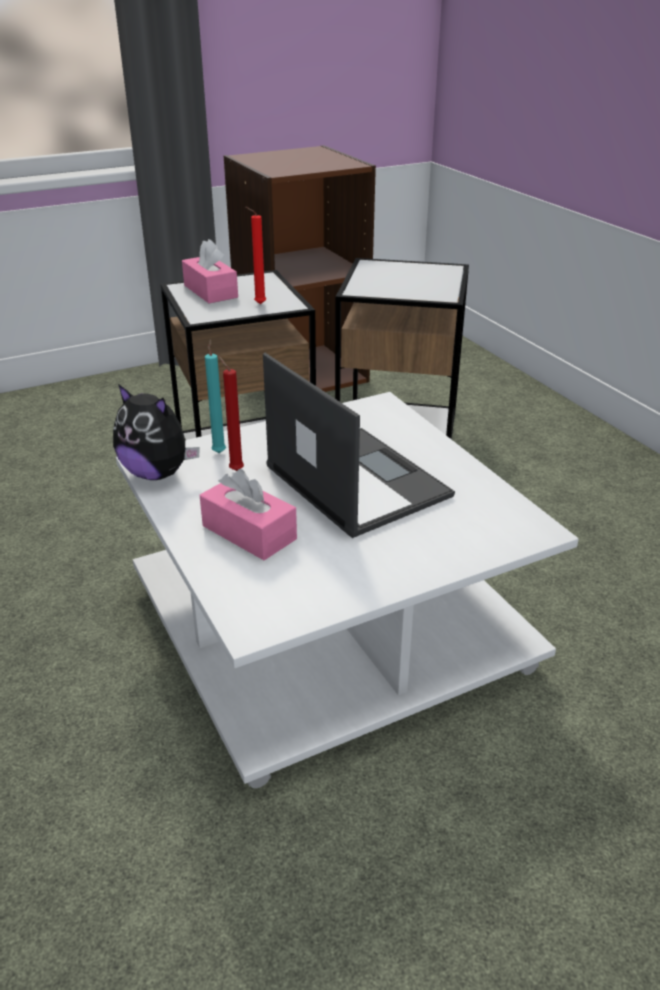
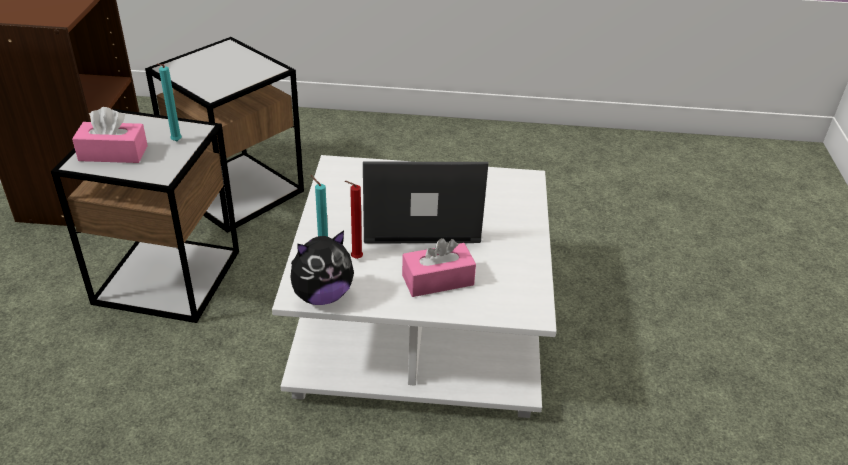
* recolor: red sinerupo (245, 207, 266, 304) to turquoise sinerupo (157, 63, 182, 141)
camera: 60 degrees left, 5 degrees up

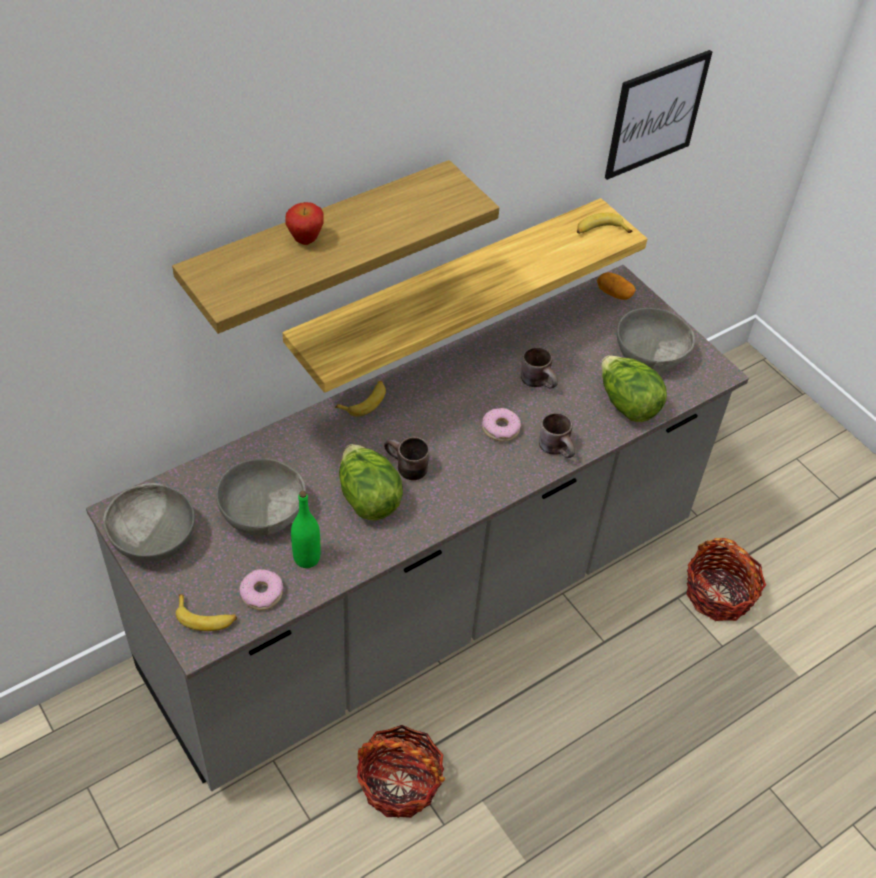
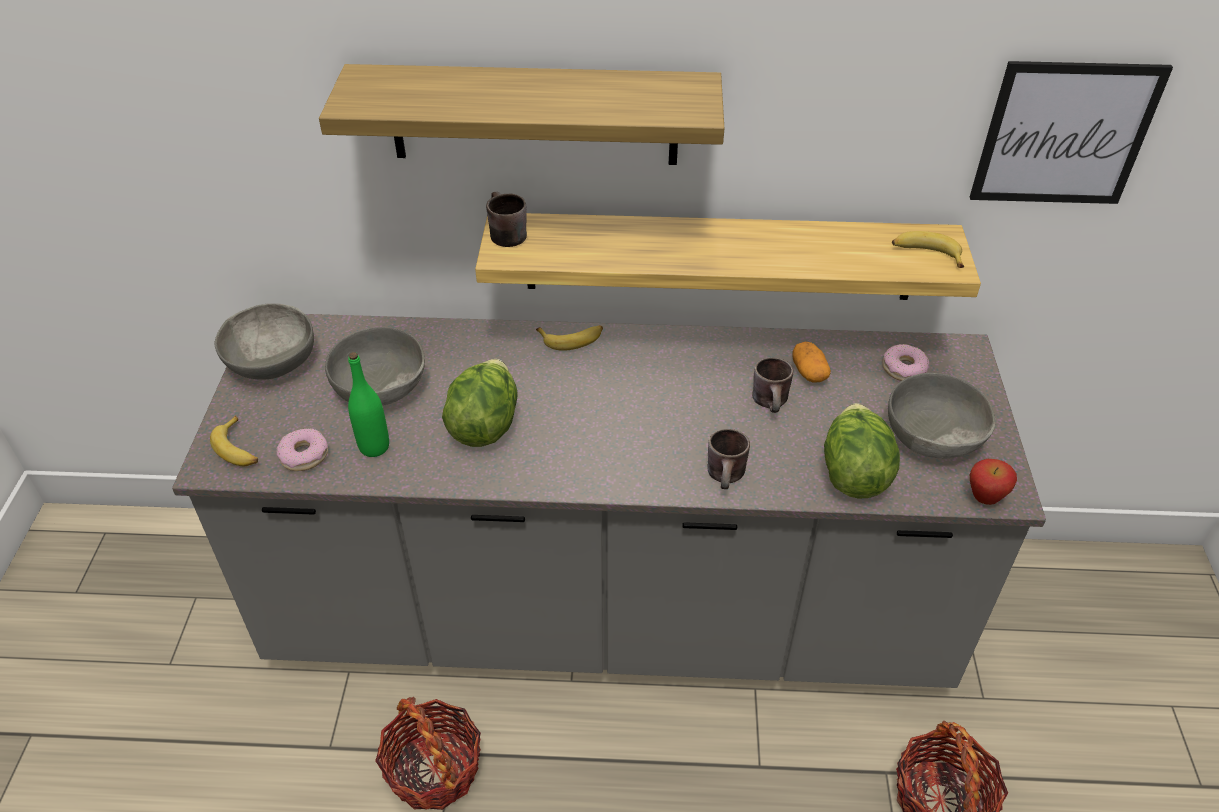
* move: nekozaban (286, 202, 324, 245) to (970, 459, 1017, 505)
* move: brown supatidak (384, 437, 430, 480) to (486, 192, 527, 247)
* move: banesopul (482, 408, 521, 442) to (882, 344, 929, 381)
* move: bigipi (597, 272, 636, 300) to (792, 342, 831, 383)
camera: 40 degrees right, 5 degrees down

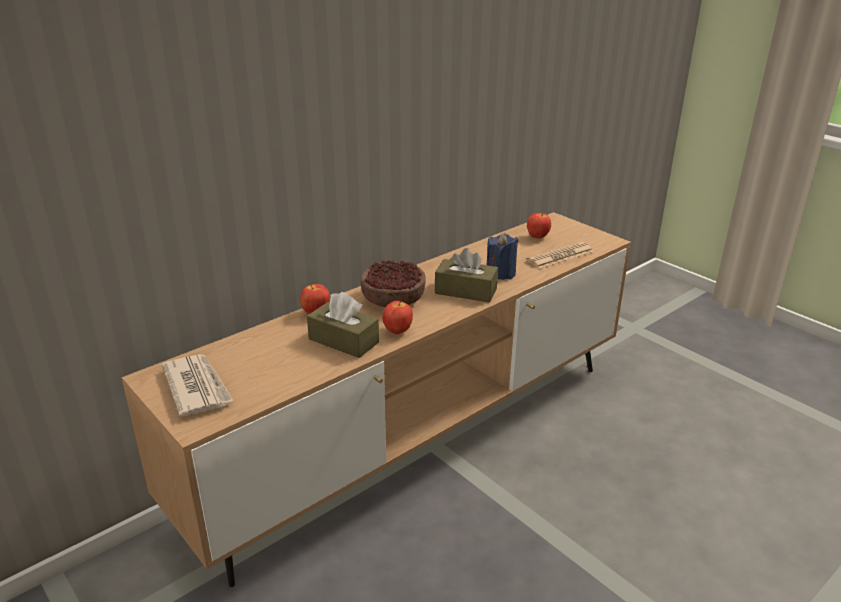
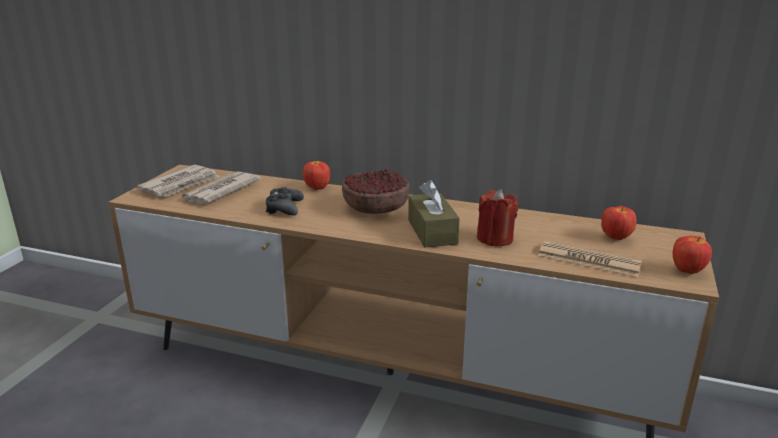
* insert: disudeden (180, 171, 260, 204)
* move: nekozaban (382, 301, 413, 334) to (673, 236, 712, 274)
* replace: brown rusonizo (307, 292, 379, 358) to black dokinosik (266, 187, 304, 216)
* recolor: blue sinerupo (487, 233, 518, 280) to red sinerupo (477, 189, 518, 246)
camera: 60 degrees right, 5 degrees down

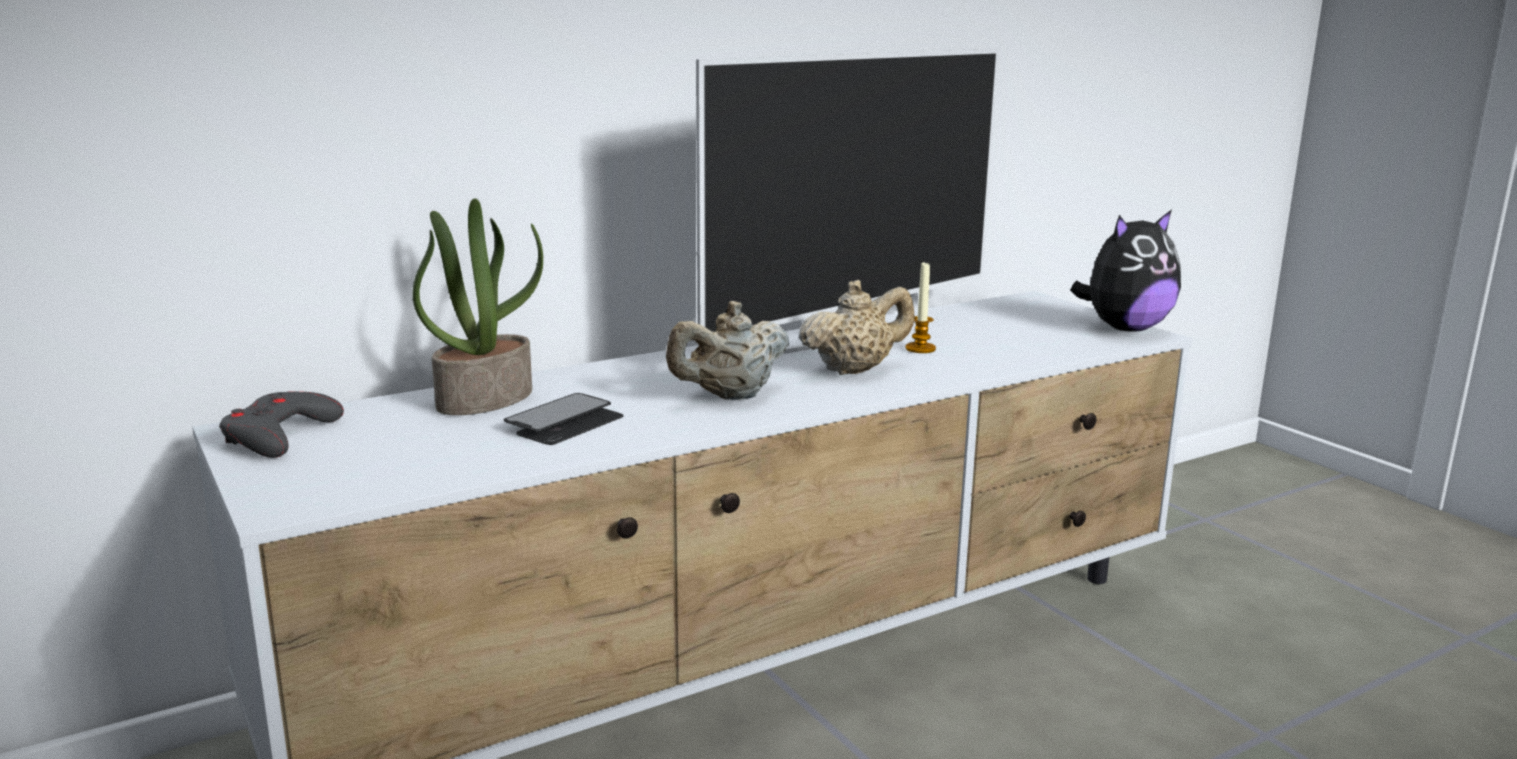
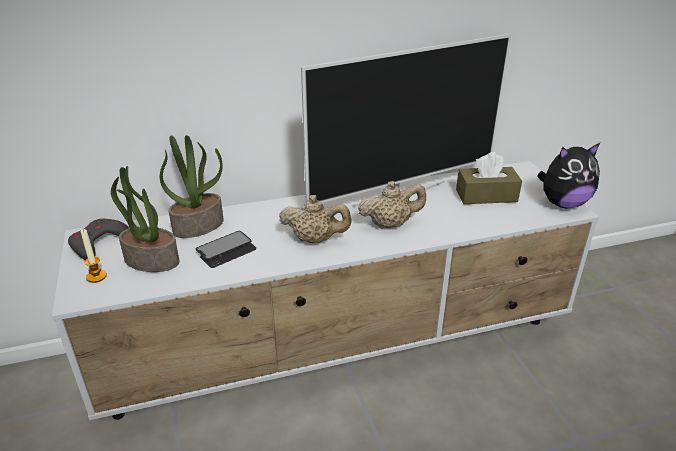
* insert: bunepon (111, 166, 179, 272)
* insert: brown rusonizo (456, 152, 522, 204)
* move: sinerupo (906, 261, 936, 353) to (81, 229, 107, 283)
* rotate: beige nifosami (666, 301, 789, 400) = (279, 195, 352, 243) 150 degrees counterclockwise
camera: 15 degrees right, 15 degrees up

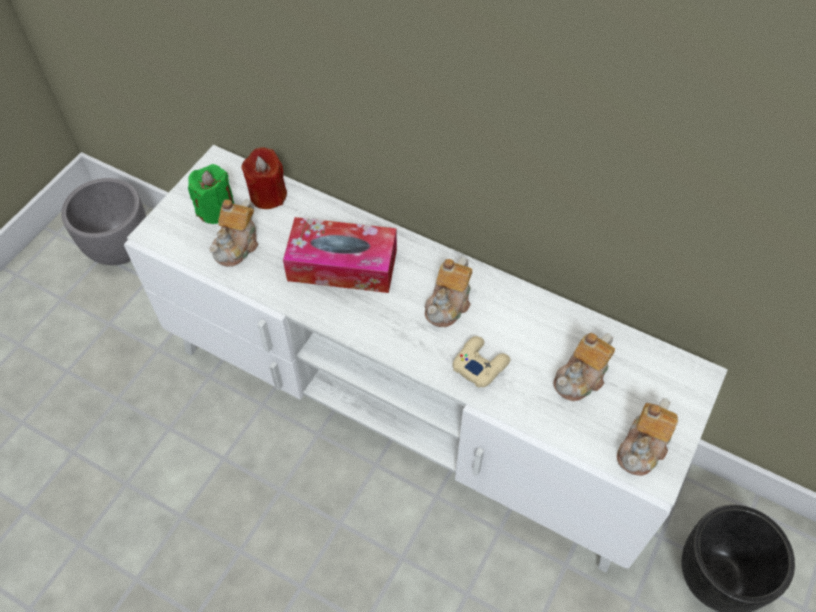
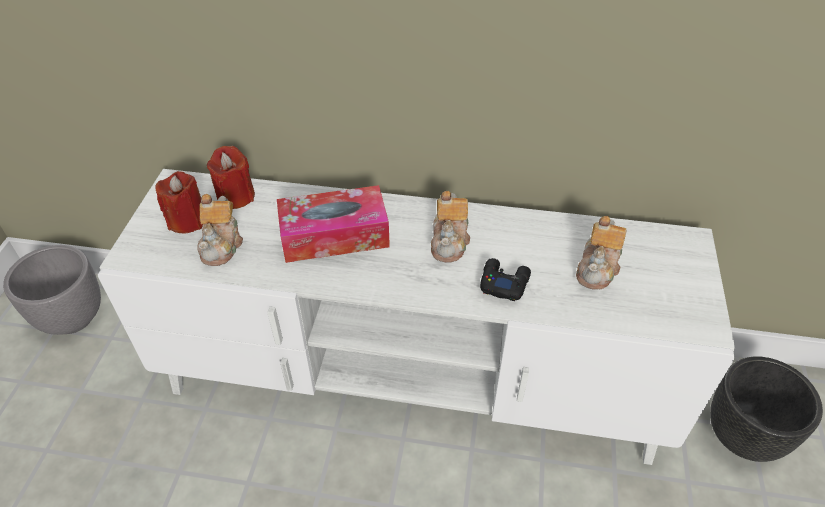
* delete: nifosami (617, 398, 678, 476)
* recolor: green sinerupo (188, 164, 234, 224) to red sinerupo (155, 171, 203, 234)
* recolor: beige dokinosik (453, 336, 511, 388) to black dokinosik (480, 258, 531, 301)
camera: 20 degrees left, 10 degrees down

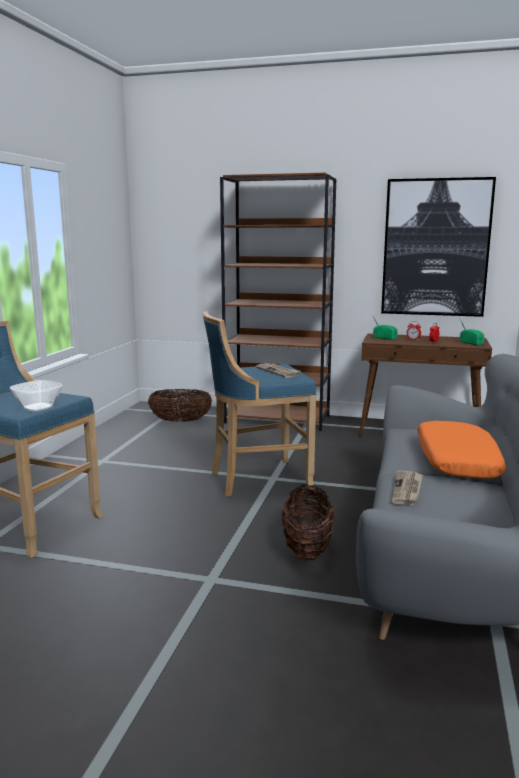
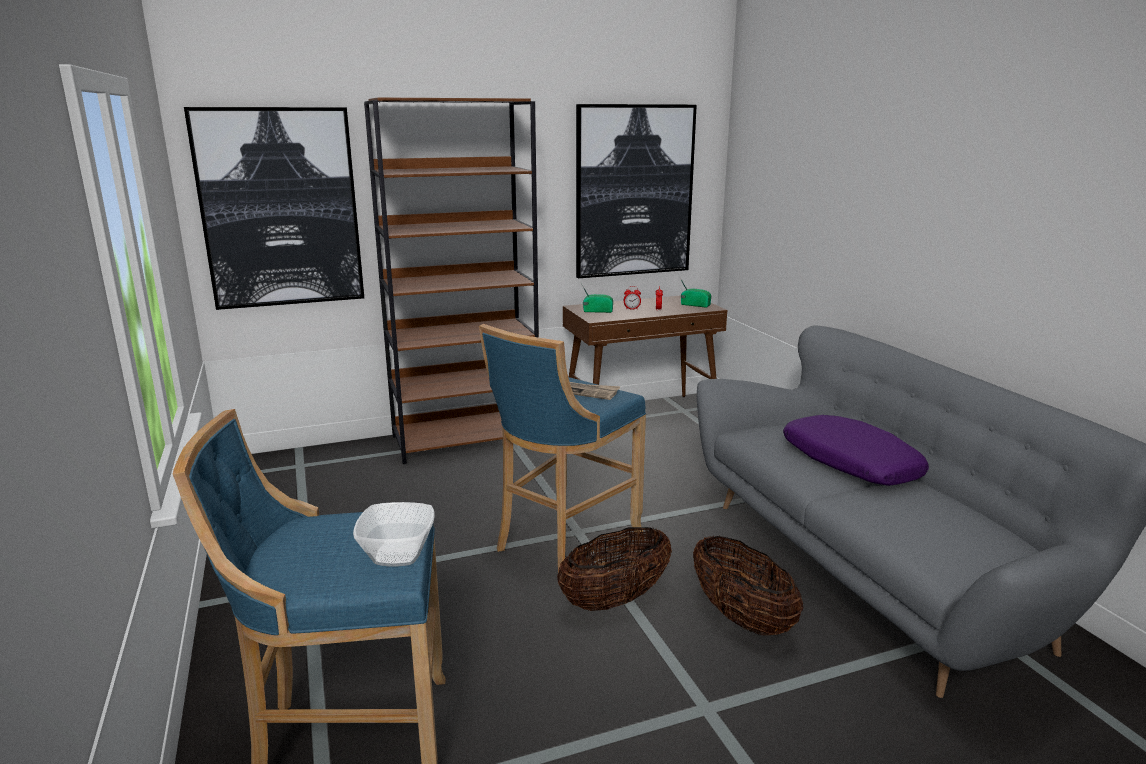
* delete: disudeden (391, 471, 423, 505)
* insert: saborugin (184, 107, 364, 310)
* move: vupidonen (148, 389, 212, 422) to (557, 527, 672, 611)
* recolor: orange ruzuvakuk (418, 421, 506, 479) to purple ruzuvakuk (783, 415, 929, 486)
camera: 35 degrees left, 5 degrees up

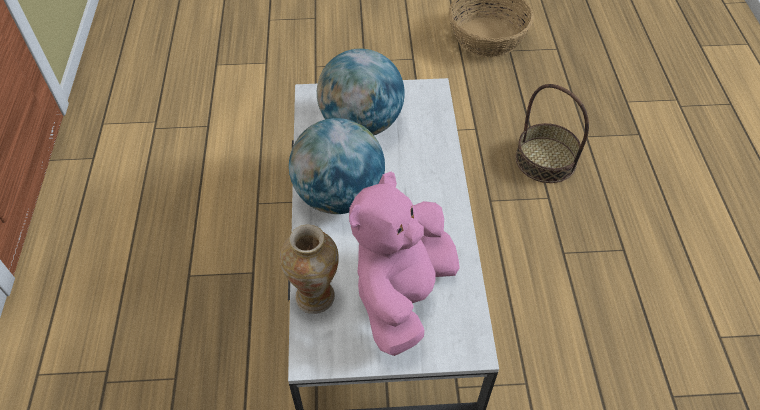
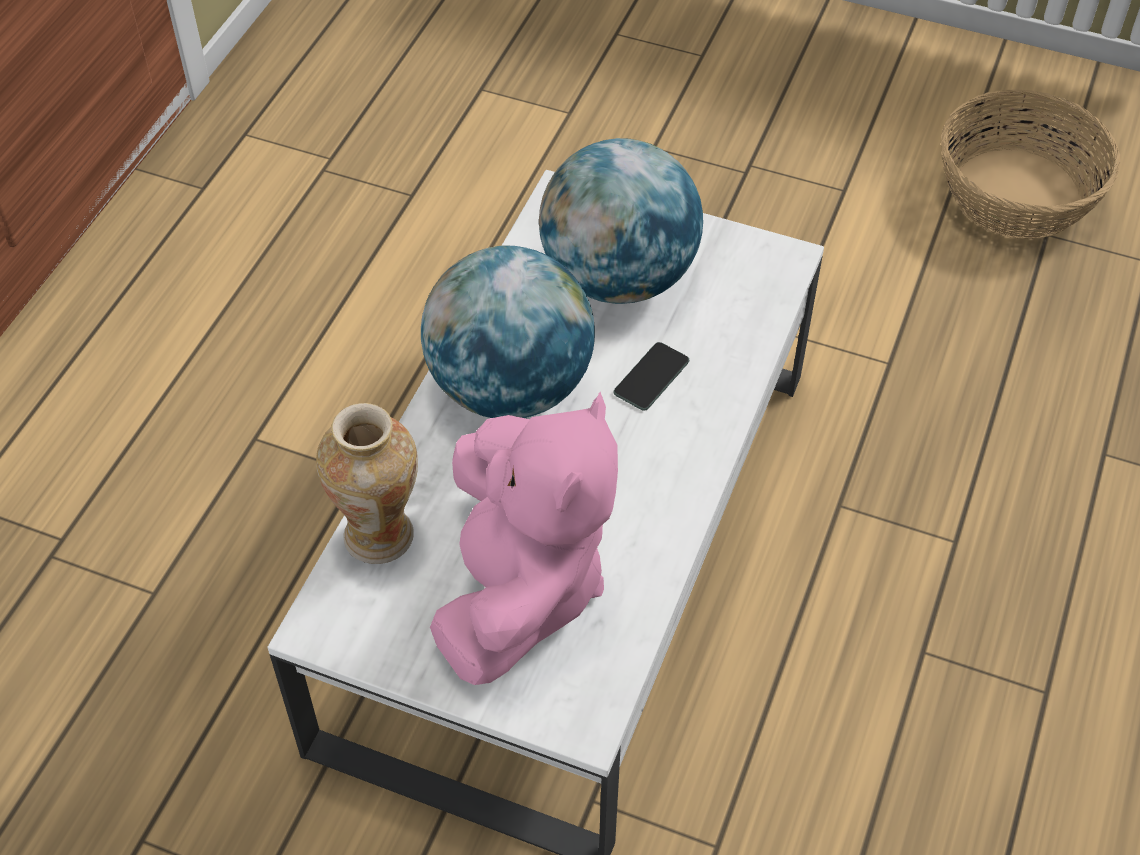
* delete: vupidonen (515, 84, 589, 183)
* insert: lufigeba (614, 342, 689, 411)
* rotate: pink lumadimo (349, 172, 460, 356) = (430, 392, 618, 685) 135 degrees clockwise
camera: 25 degrees right, 0 degrees up

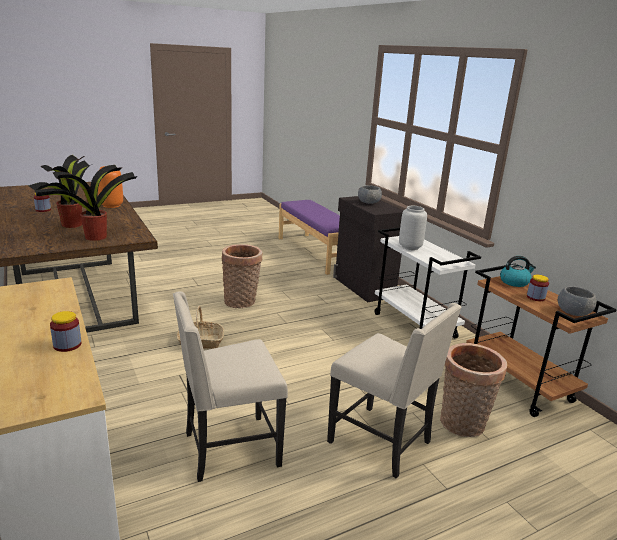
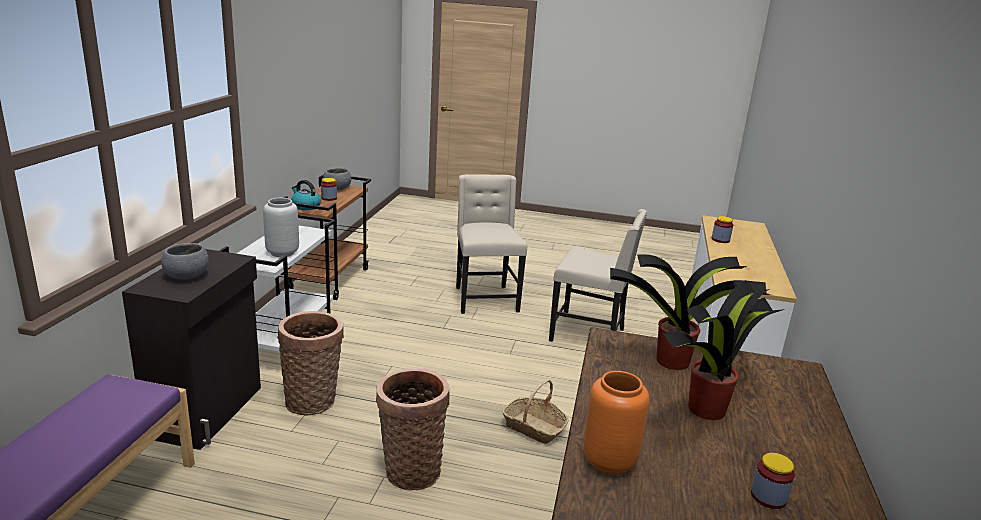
* move: vupidonen (440, 343, 507, 437) to (277, 311, 344, 415)
camera: 140 degrees left, 0 degrees up

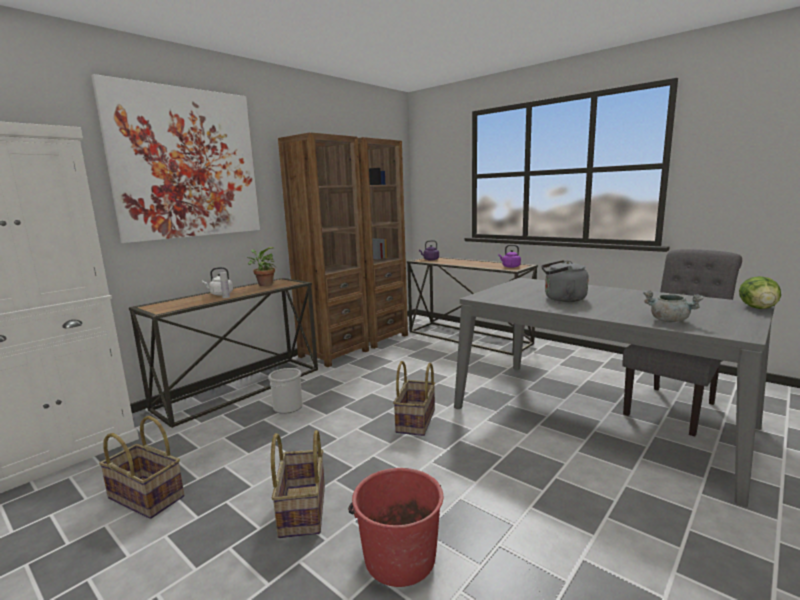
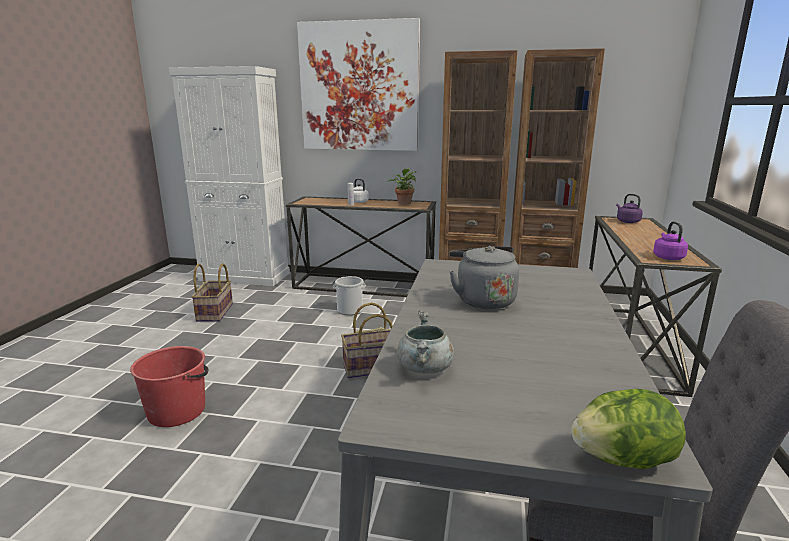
* delete: vupidonen (271, 430, 325, 538)
camera: 60 degrees right, 5 degrees up

